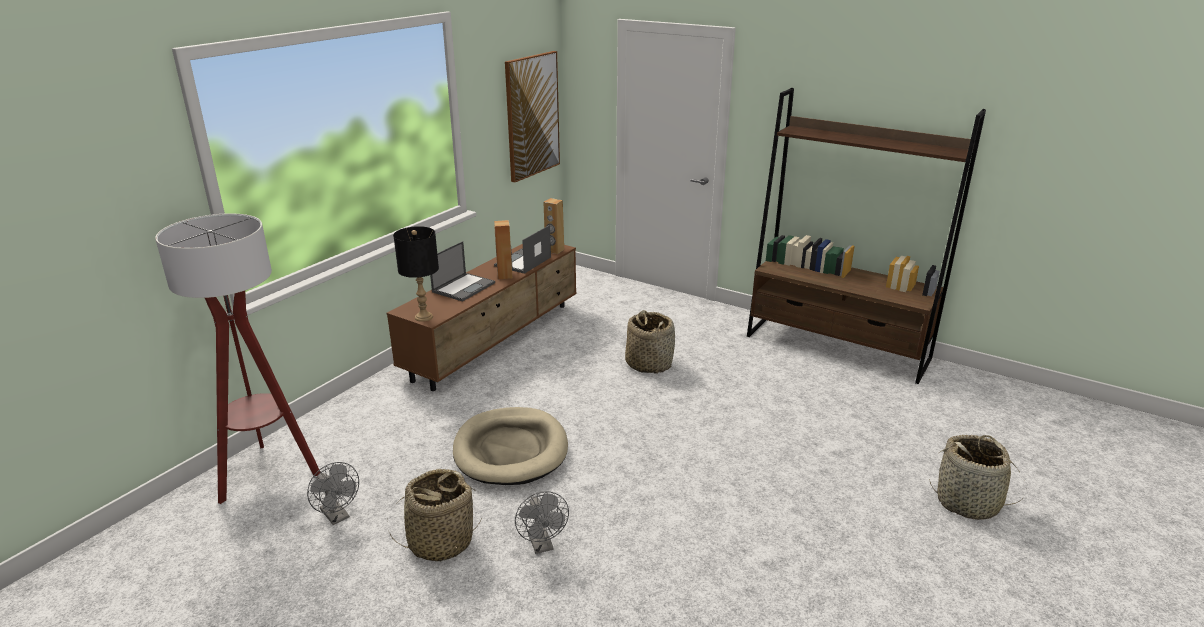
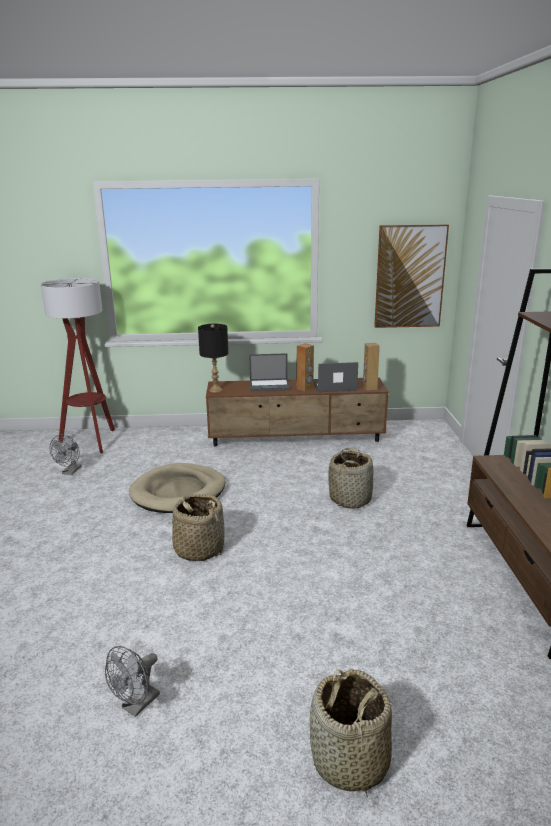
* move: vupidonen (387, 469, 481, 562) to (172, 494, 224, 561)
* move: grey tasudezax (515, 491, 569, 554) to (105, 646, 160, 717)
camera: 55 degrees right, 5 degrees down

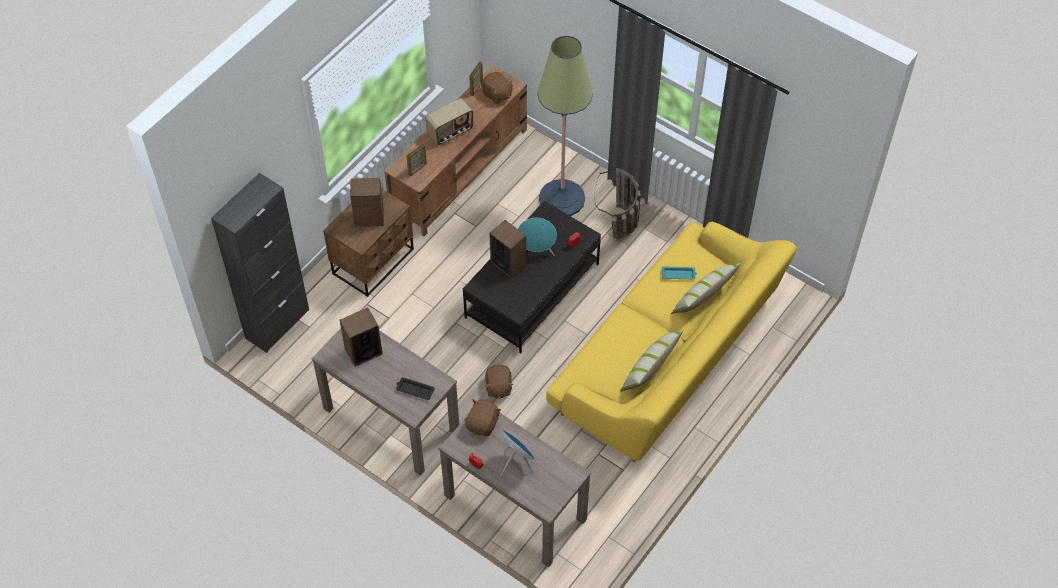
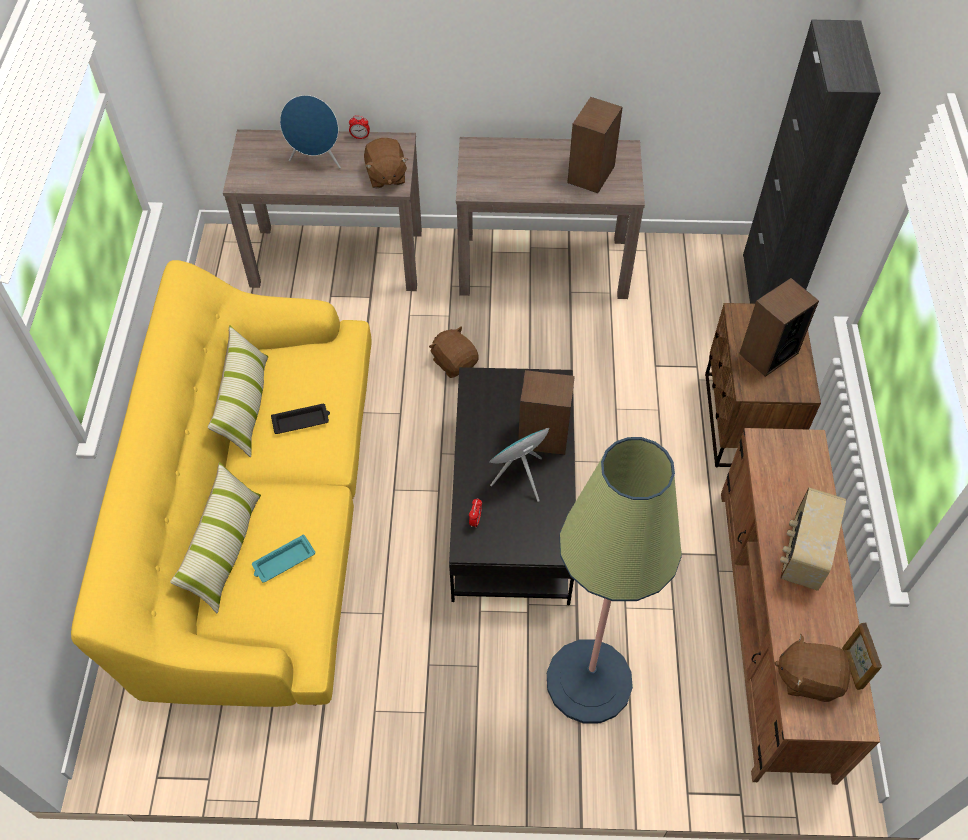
* delete: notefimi (407, 143, 427, 176)
* delete: vupidonen (594, 168, 640, 238)
* move: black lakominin (396, 377, 435, 400) to (271, 404, 330, 434)
camera: 145 degrees right, 0 degrees up

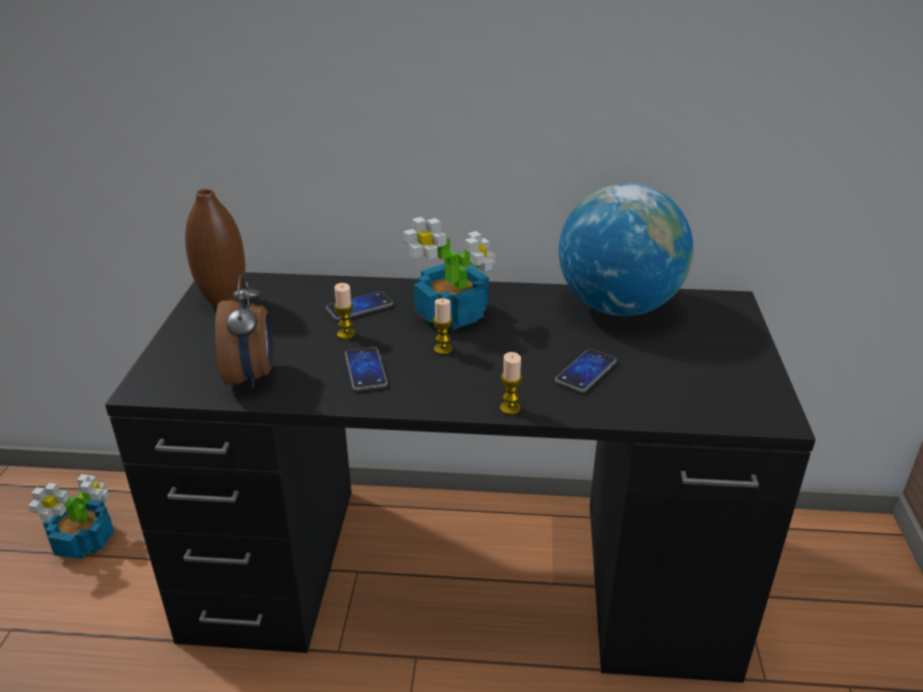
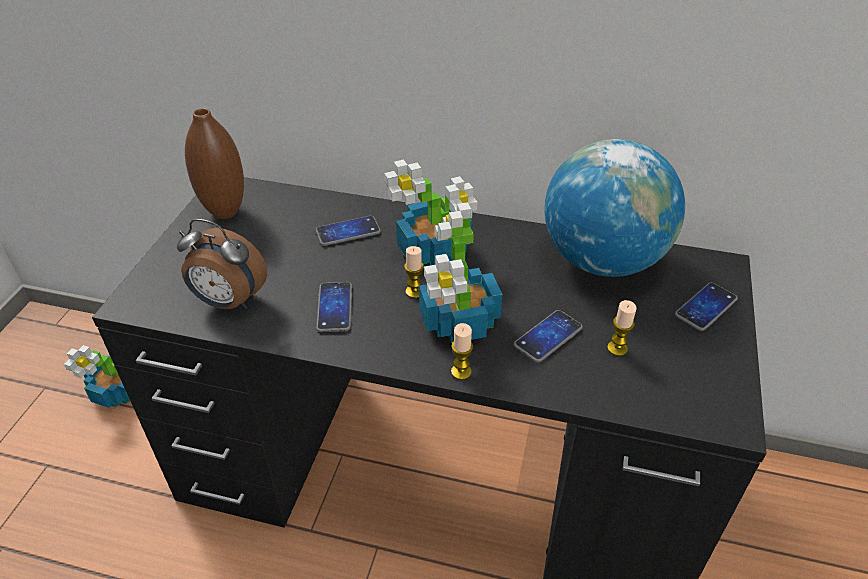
* insert: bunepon (419, 202, 503, 343)
* insert: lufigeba (675, 283, 738, 331)
* move: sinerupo (334, 283, 356, 339) to (607, 300, 636, 356)
* rotate: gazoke (215, 274, 274, 389) = (177, 219, 267, 309) 105 degrees clockwise
camera: 10 degrees right, 10 degrees up

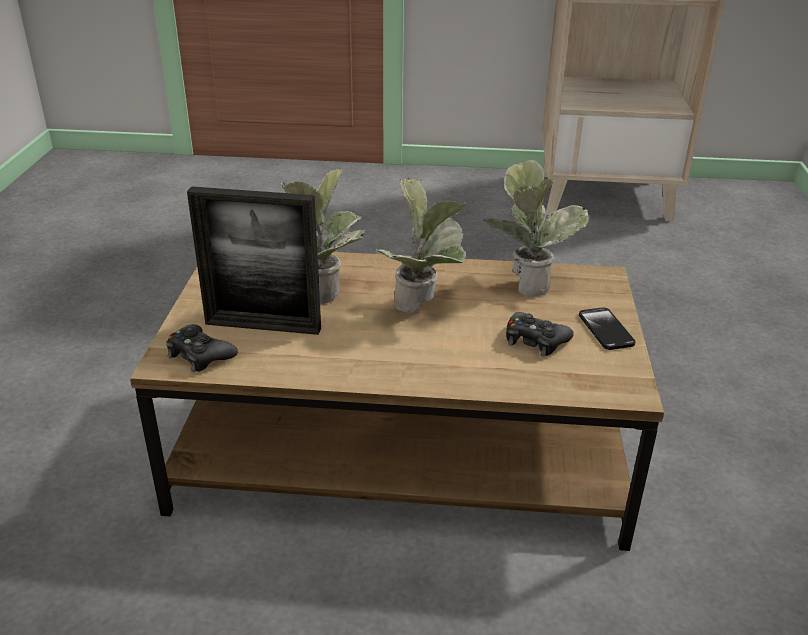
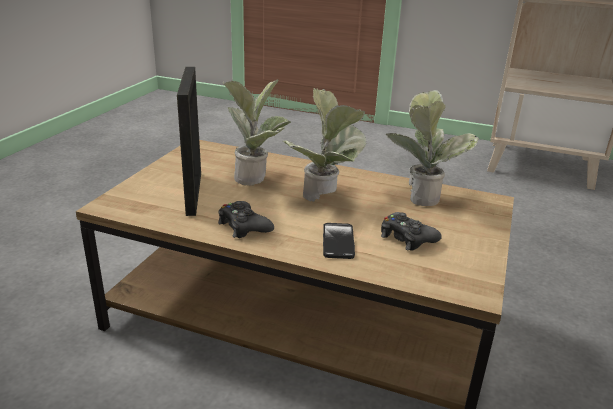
* move: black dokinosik (166, 324, 238, 372) to (218, 201, 274, 238)
* move: lufigeba (579, 307, 636, 350) to (323, 223, 355, 259)
* rotate: notefimi (187, 186, 321, 335) = (177, 67, 201, 216) 60 degrees clockwise
camera: 15 degrees right, 5 degrees down

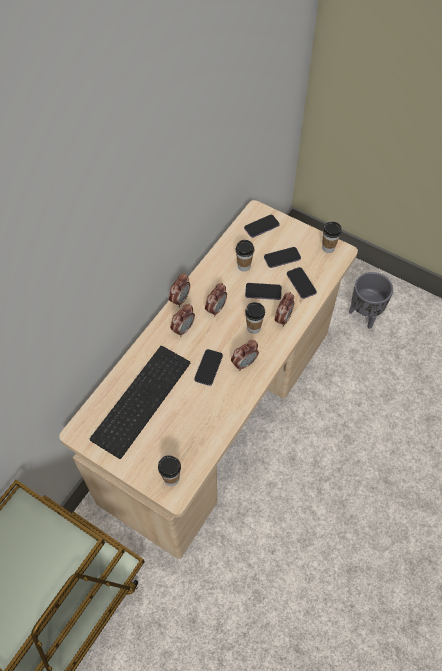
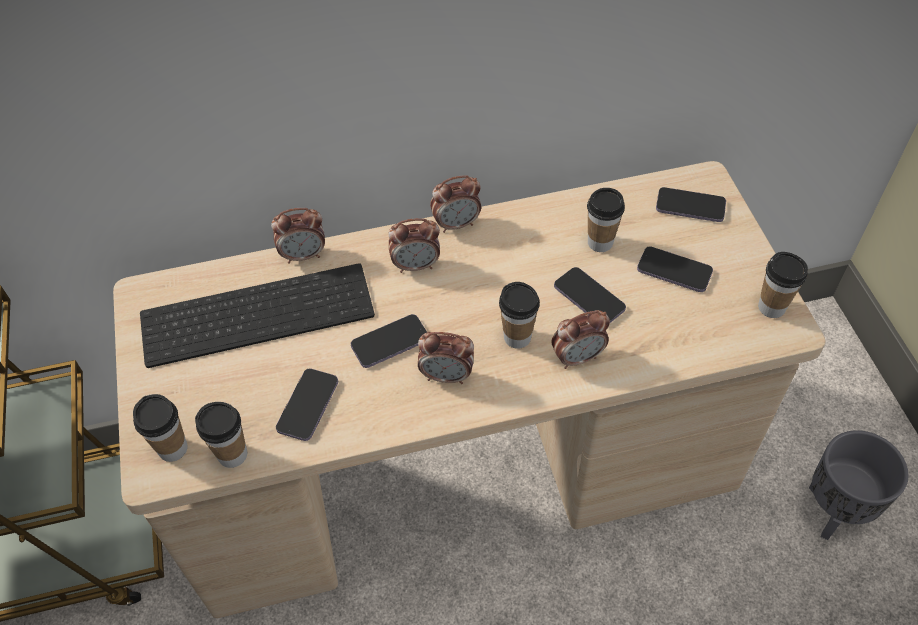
* insert: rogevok (195, 402, 247, 468)
* move: gazoke (205, 283, 227, 317) to (271, 208, 325, 264)
* move: lufigeba (287, 267, 317, 299) to (276, 369, 338, 441)
camera: 45 degrees right, 5 degrees down

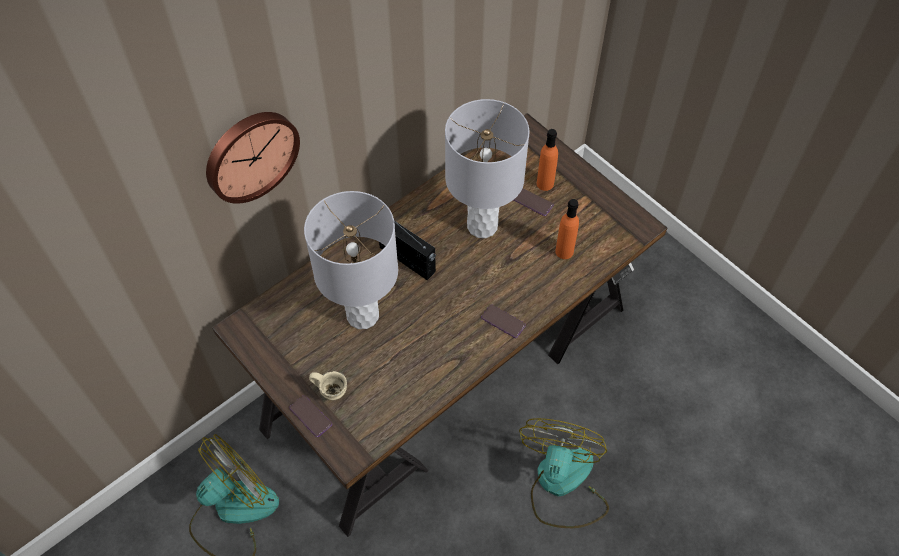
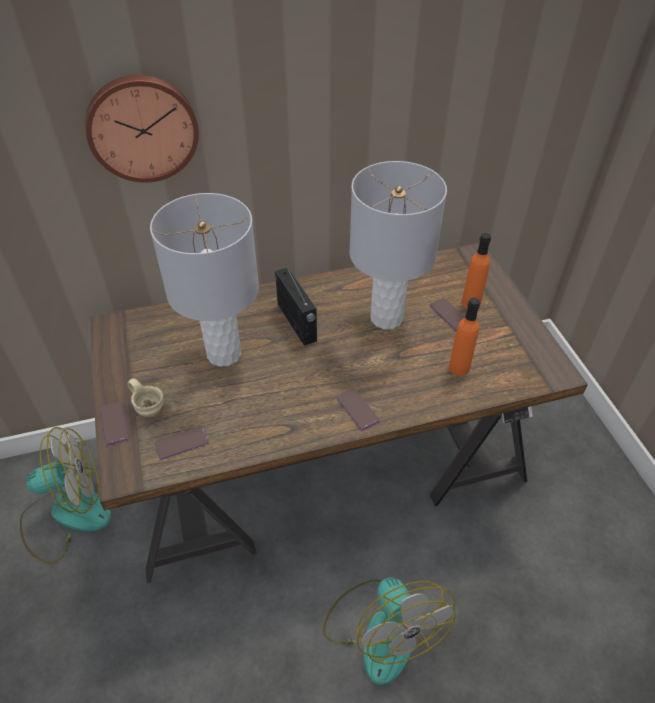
* insert: lufigeba (155, 426, 209, 460)
* rotate: tasudezax (519, 418, 609, 528) = (323, 577, 456, 685) 120 degrees clockwise
camera: 25 degrees right, 10 degrees down

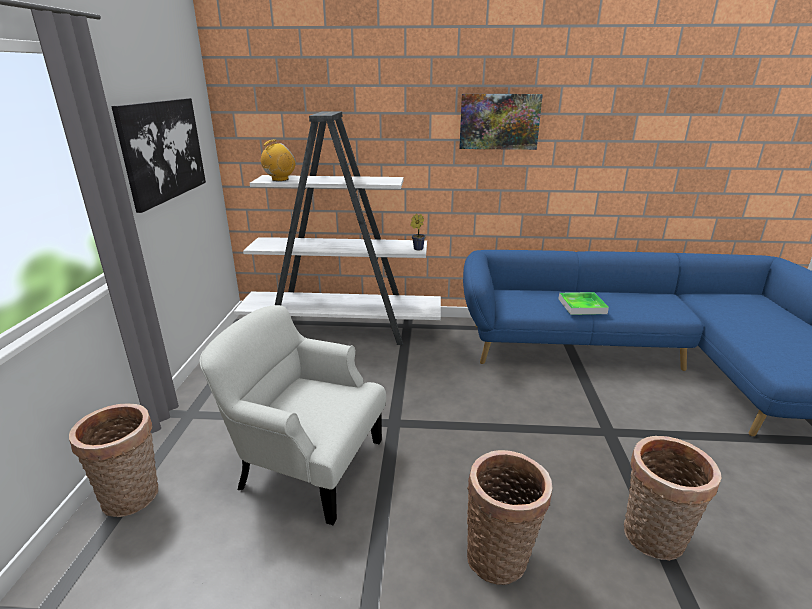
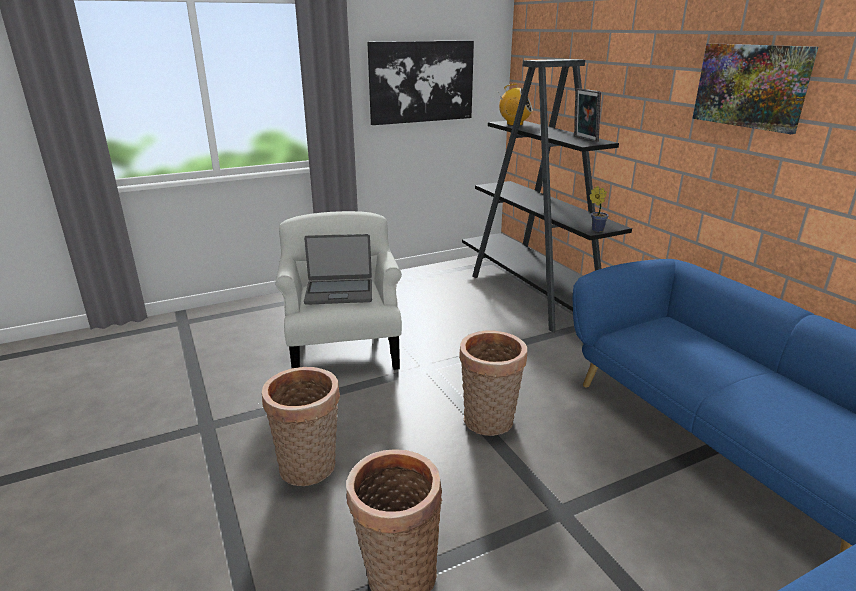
* delete: lakominin (559, 292, 609, 315)
* insert: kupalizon (304, 234, 372, 305)
* insert: notefimi (574, 88, 601, 142)
* move: vupidonen (69, 403, 158, 517) to (459, 331, 527, 436)
* recolor: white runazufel (234, 111, 441, 345) to black runazufel (462, 59, 632, 333)
camera: 60 degrees right, 0 degrees up

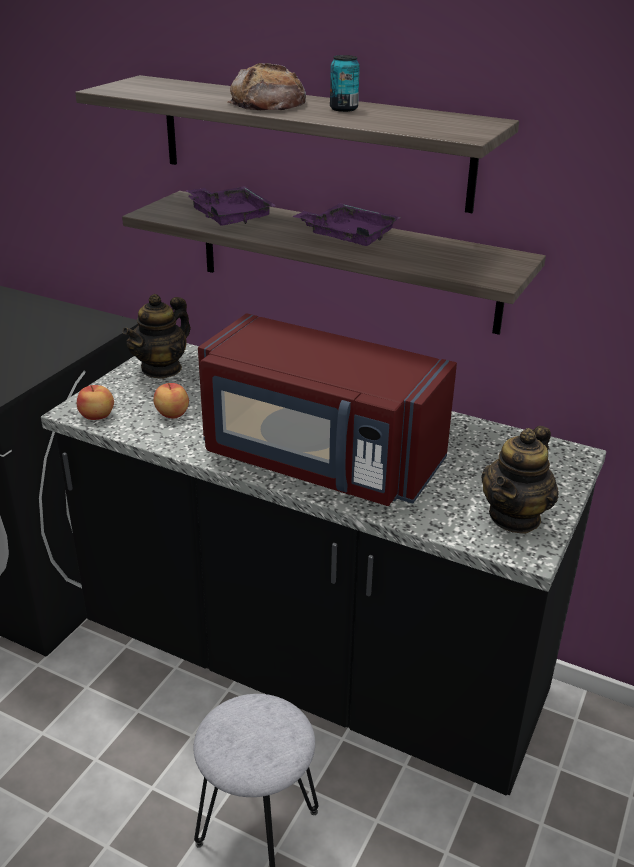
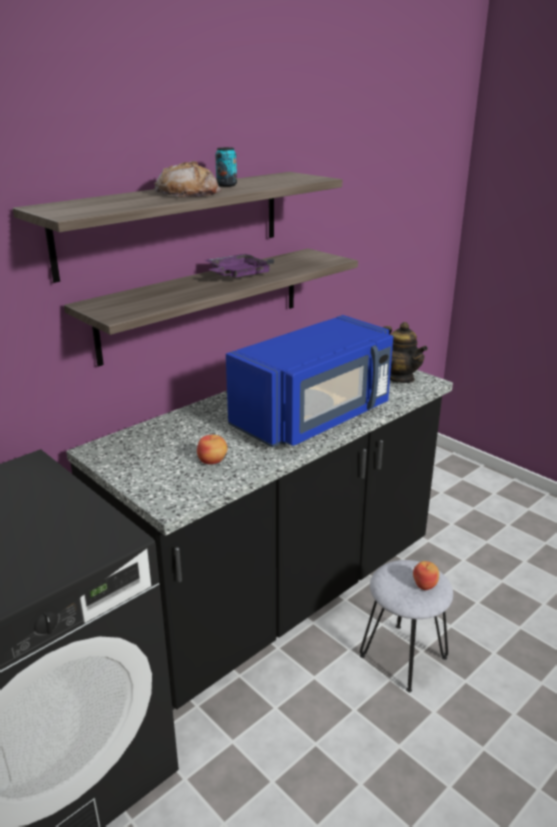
* delete: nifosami (122, 294, 191, 379)
* delete: purple lakominin (185, 186, 276, 225)
* move: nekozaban (77, 385, 114, 420) to (413, 561, 439, 590)
* recolor: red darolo (198, 313, 457, 506) to blue darolo (226, 315, 393, 448)
camera: 70 degrees left, 5 degrees down

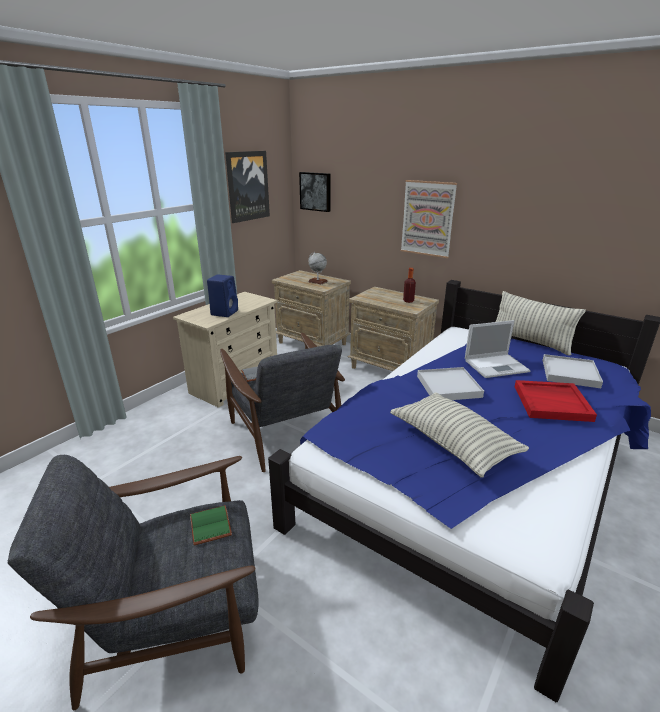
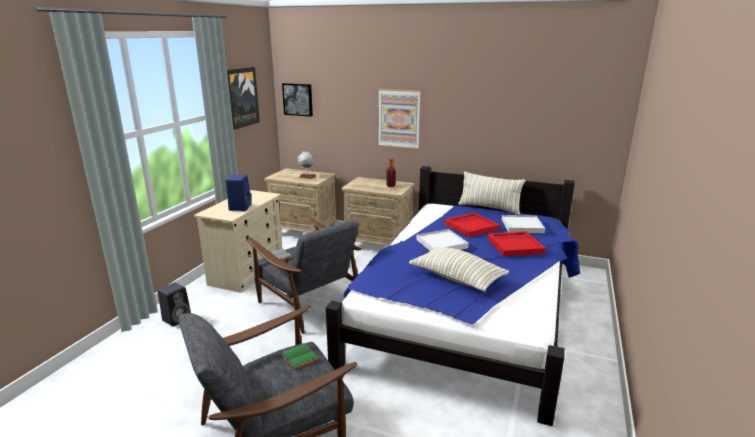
* insert: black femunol (157, 282, 191, 327)
* replace: kupalizon (465, 320, 531, 378) to red lakominin (444, 213, 500, 237)
camera: 15 degrees left, 5 degrees down

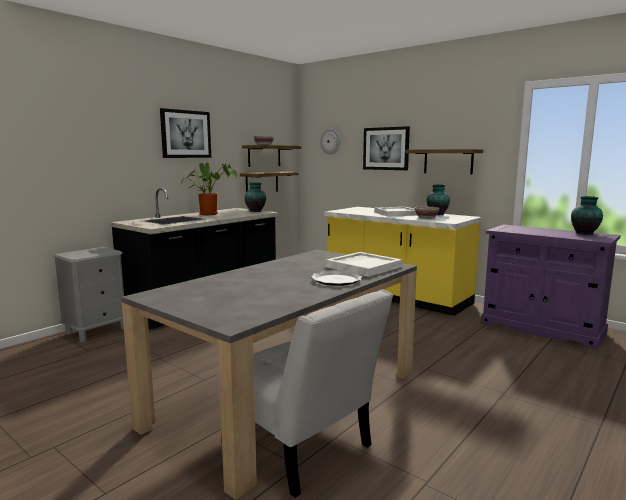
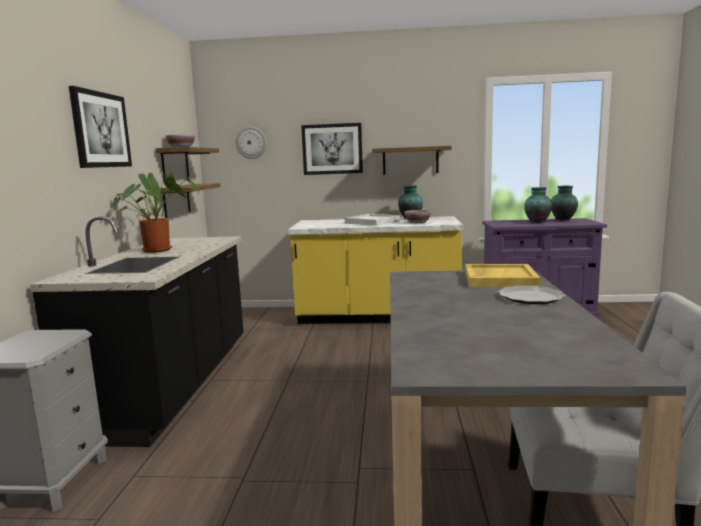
* move: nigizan (245, 182, 266, 212) to (524, 187, 552, 223)
* recolor: white lakominin (325, 252, 402, 277) to yellow lakominin (465, 264, 540, 287)
camera: 35 degrees left, 0 degrees up

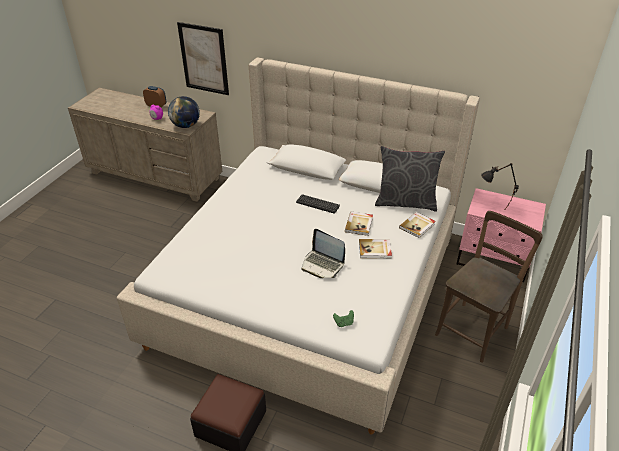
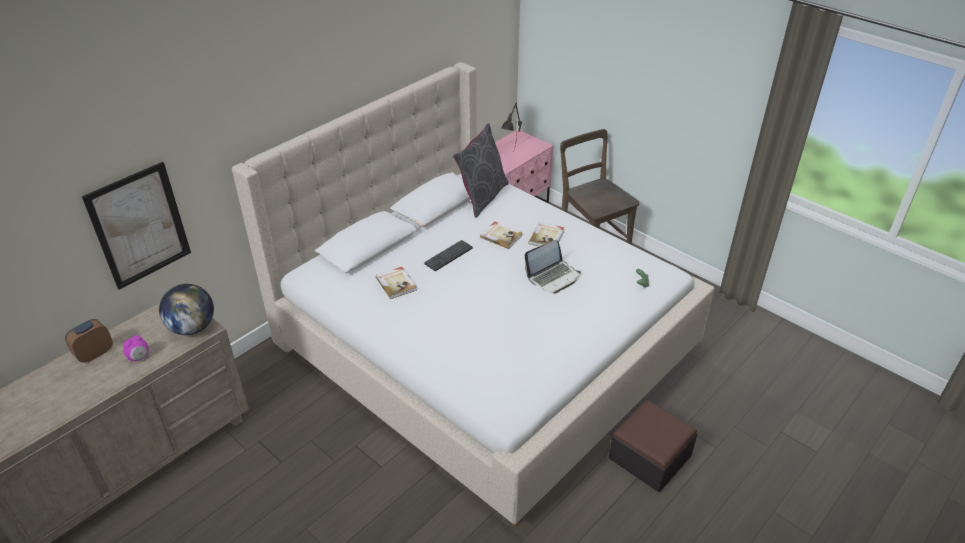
* move: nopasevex (399, 212, 436, 238) to (376, 267, 417, 299)
camera: 70 degrees left, 0 degrees up

